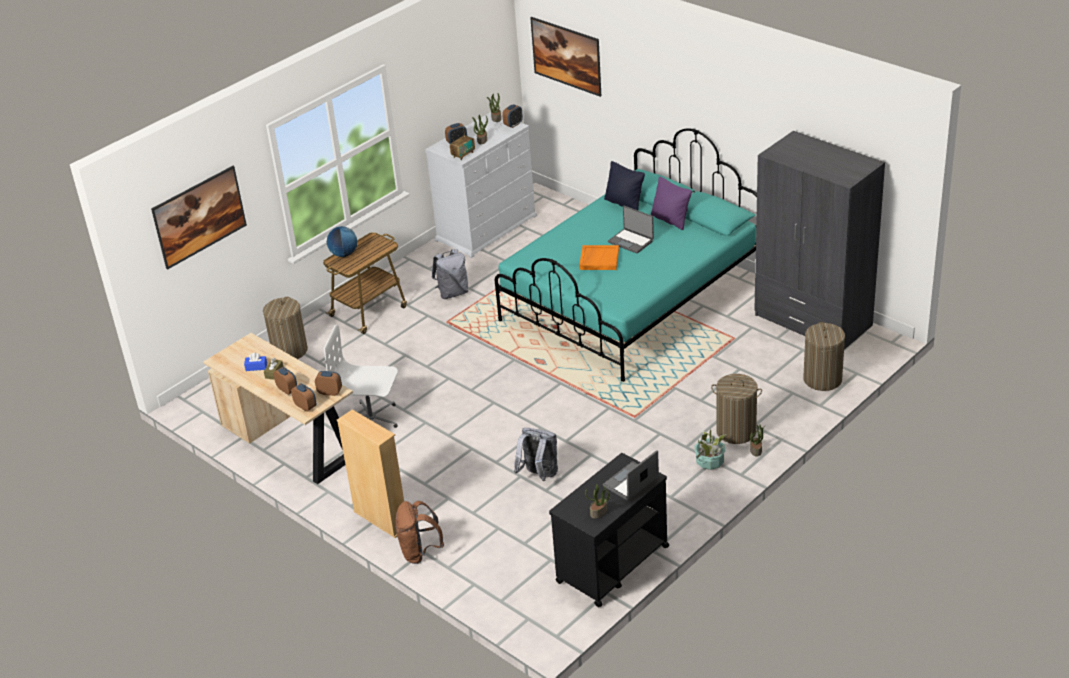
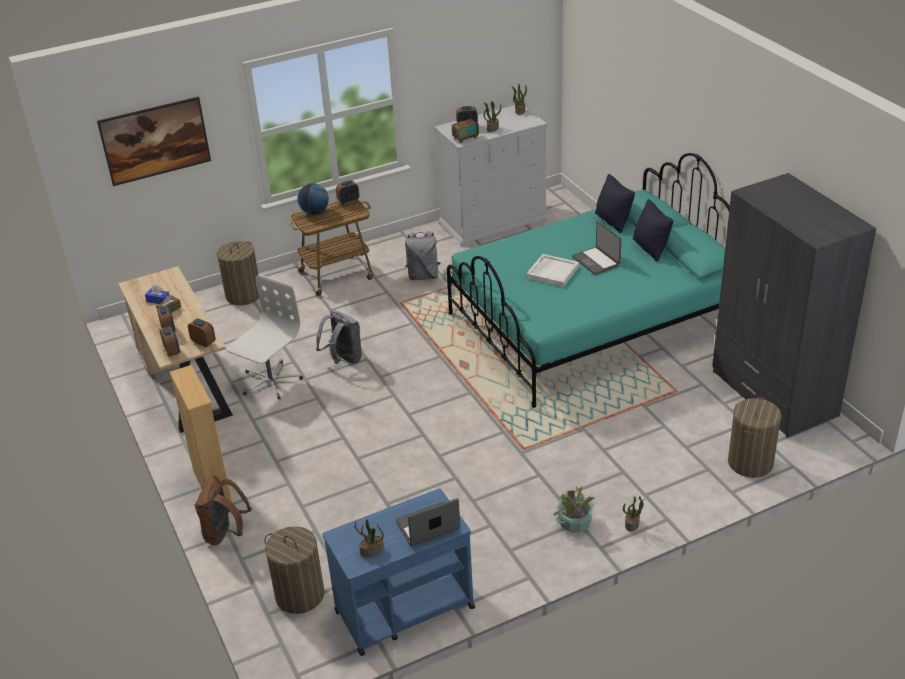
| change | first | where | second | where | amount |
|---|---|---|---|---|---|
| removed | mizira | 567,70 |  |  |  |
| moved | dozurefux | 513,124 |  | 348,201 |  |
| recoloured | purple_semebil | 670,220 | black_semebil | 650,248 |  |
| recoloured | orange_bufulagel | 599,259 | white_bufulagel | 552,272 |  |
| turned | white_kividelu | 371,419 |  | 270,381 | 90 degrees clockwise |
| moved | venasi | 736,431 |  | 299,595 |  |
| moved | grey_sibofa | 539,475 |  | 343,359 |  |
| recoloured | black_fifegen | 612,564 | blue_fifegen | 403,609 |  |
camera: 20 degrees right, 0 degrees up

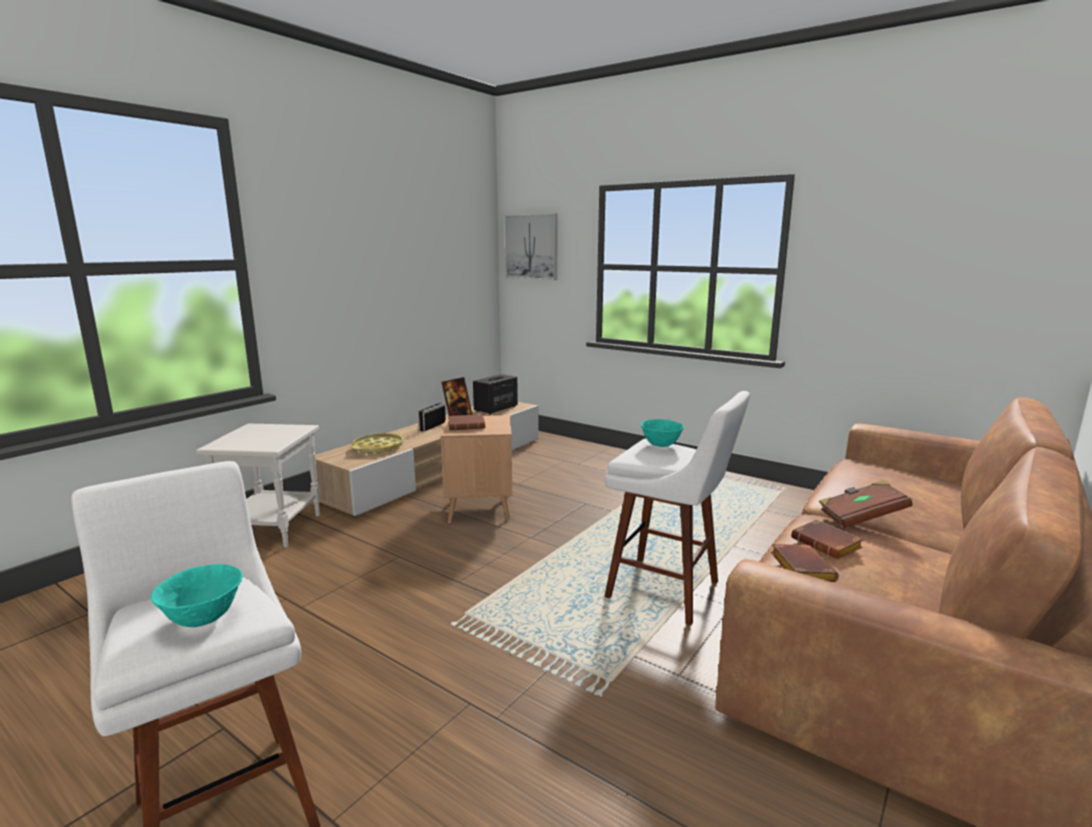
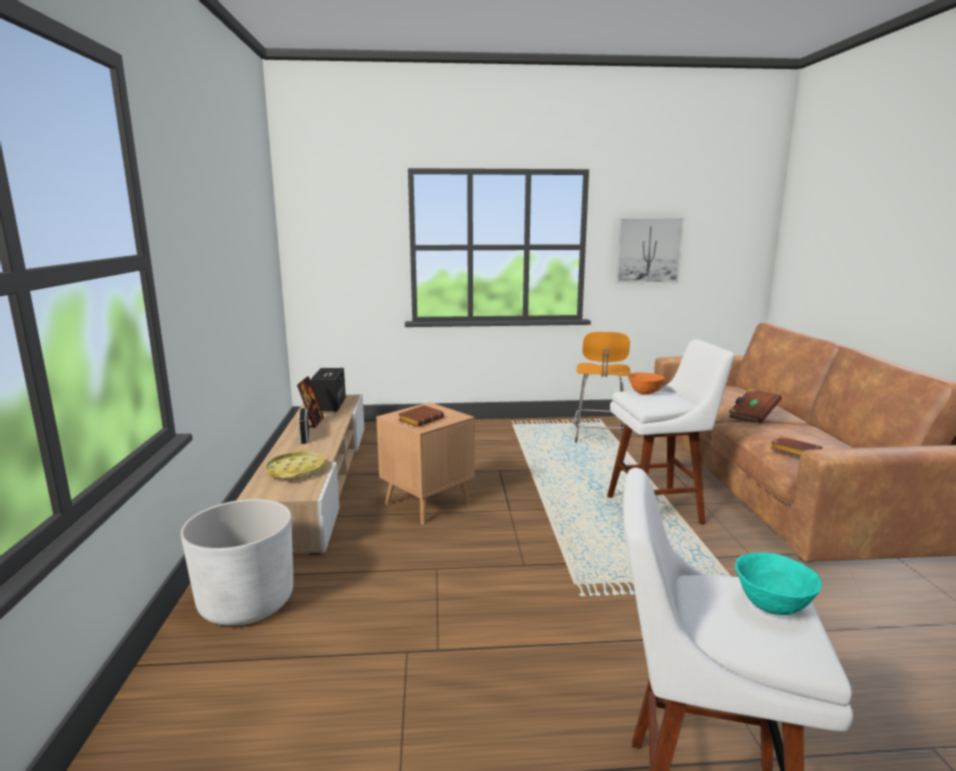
| change | first | where | second | where | amount |
|---|---|---|---|---|---|
| moved | mizira | 531,247 |  | 648,250 |  |
| recoloured | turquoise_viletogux | 661,445 | orange_viletogux | 644,393 |  |
| replaced | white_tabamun | 272,529 | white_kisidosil | 246,602 |  |
| removed | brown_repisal | 828,545 |  |  |  |
| added |  |  | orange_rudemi | 599,437 |  |
camera: 40 degrees left, 0 degrees up

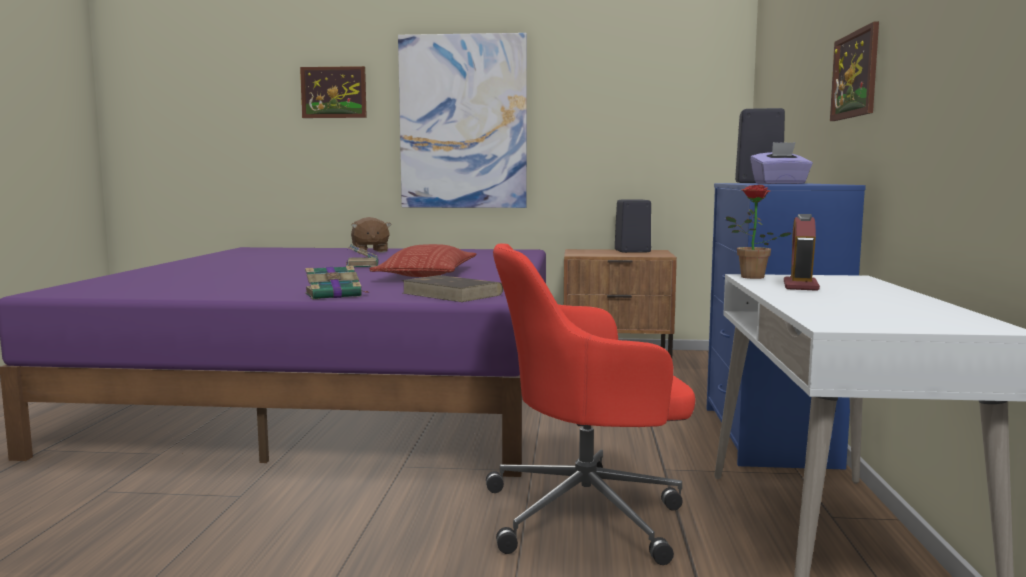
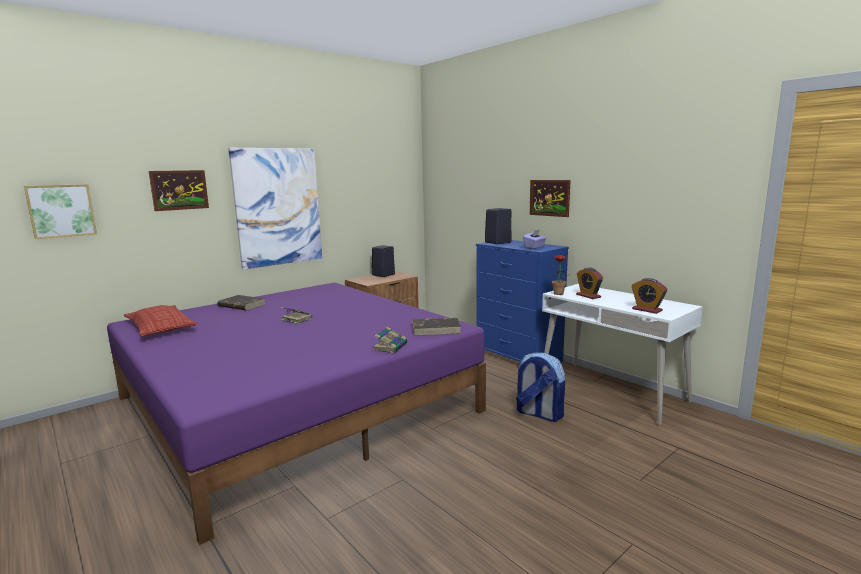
| change | first | where | second | where | amount |
|---|---|---|---|---|---|
| replaced | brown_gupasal | 370,251 | brown_repisal | 241,305 |  |
| moved | semebil | 427,274 |  | 160,327 |  |
| replaced | red_kividelu | 588,514 | sibofa | 538,414 |  |
| added |  |  | mizira | 61,210 |  |
| added |  |  | dozurefux | 647,310 |  |
camera: 45 degrees left, 5 degrees up

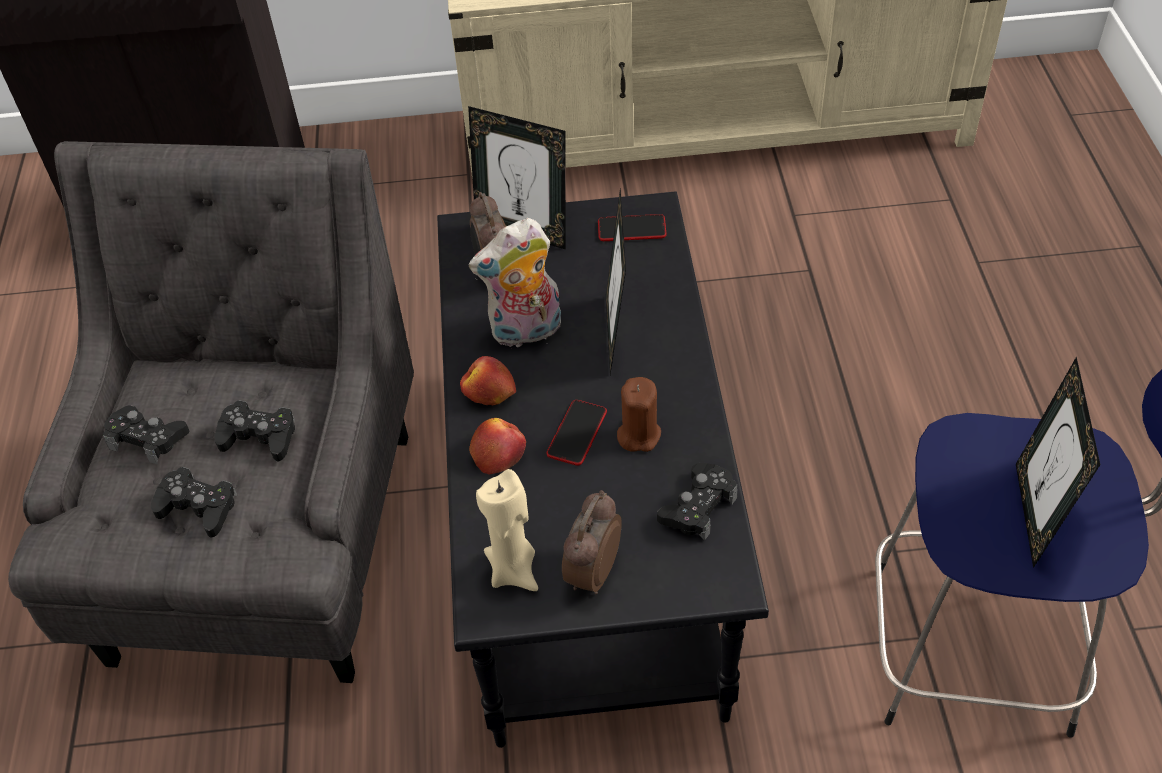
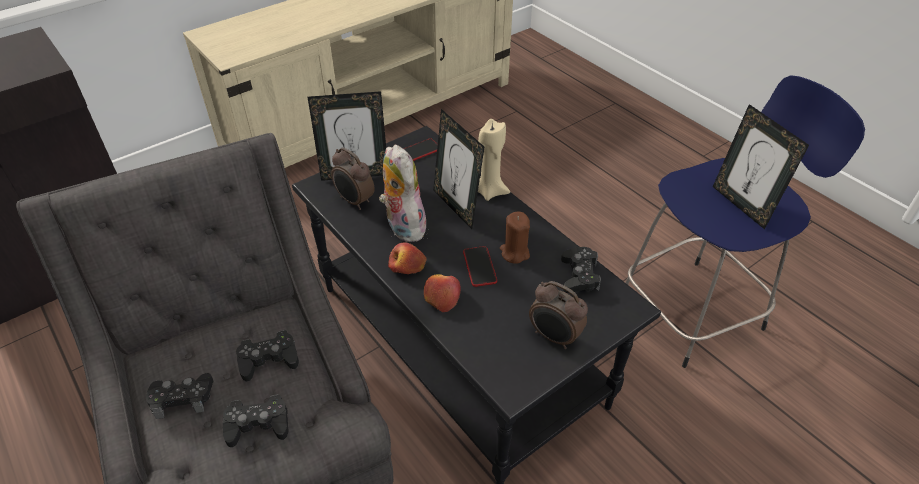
| change | first | where | second | where | amount |
|---|---|---|---|---|---|
| turned | gupasal | 526,332 |  | 402,226 | 120 degrees clockwise |
| moved | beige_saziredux | 514,570 |  | 489,191 |  |
| turned | dozurefux | 592,573 |  | 554,337 | 45 degrees counterclockwise |
camera: 35 degrees left, 5 degrees down

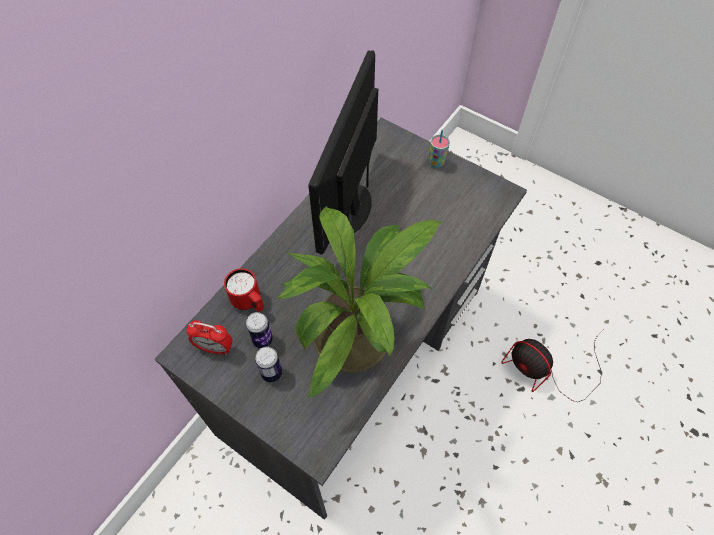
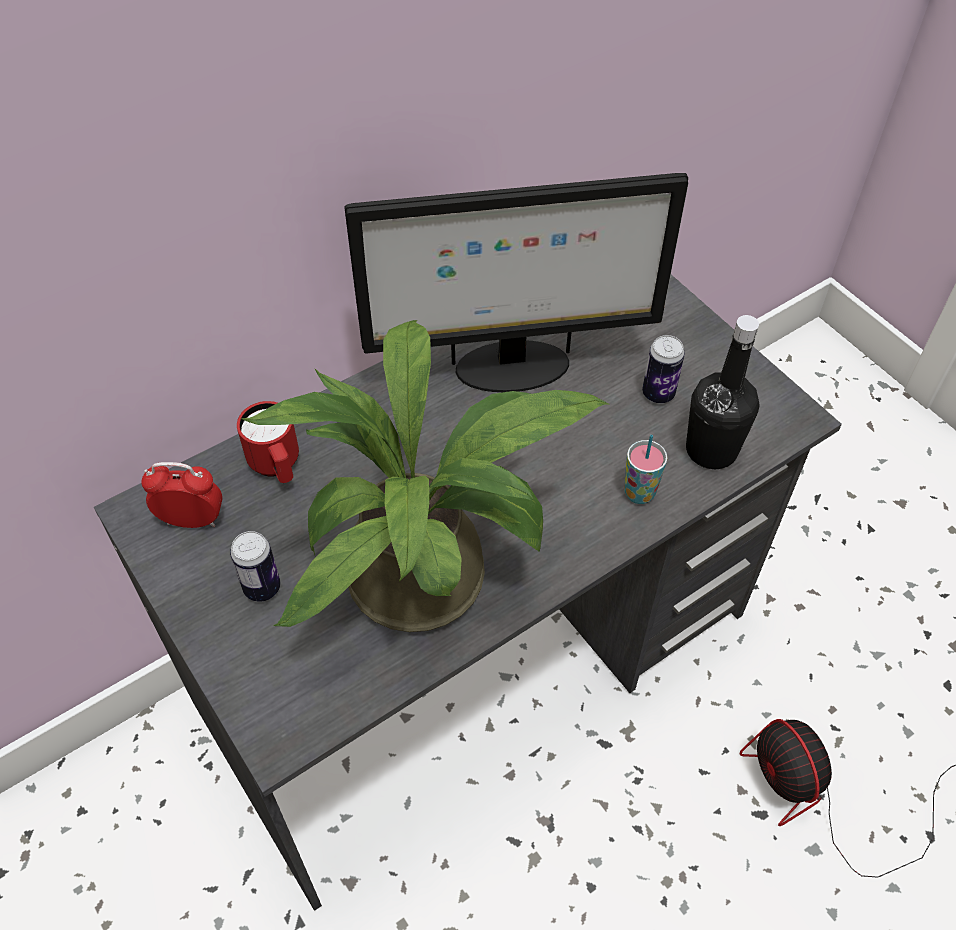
| change | first | where | second | where | amount |
|---|---|---|---|---|---|
| turned | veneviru | 351,208 |  | 510,368 | 135 degrees counterclockwise |
| moved | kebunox | 436,163 |  | 639,493 |  |
| moved | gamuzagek | 262,340 |  | 658,393 |  |
| turned | dozurefux | 215,348 |  | 192,520 | 150 degrees clockwise |
| added |  |  | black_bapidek | 711,450 |  |
camera: 20 degrees right, 5 degrees down

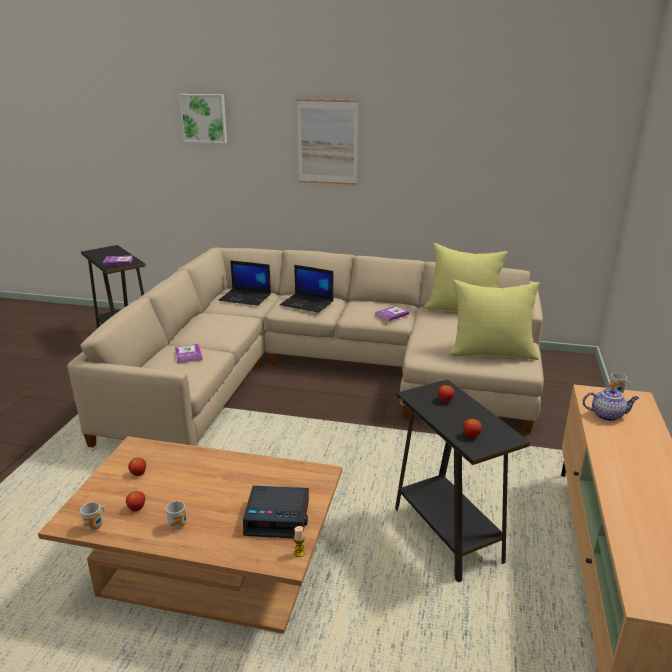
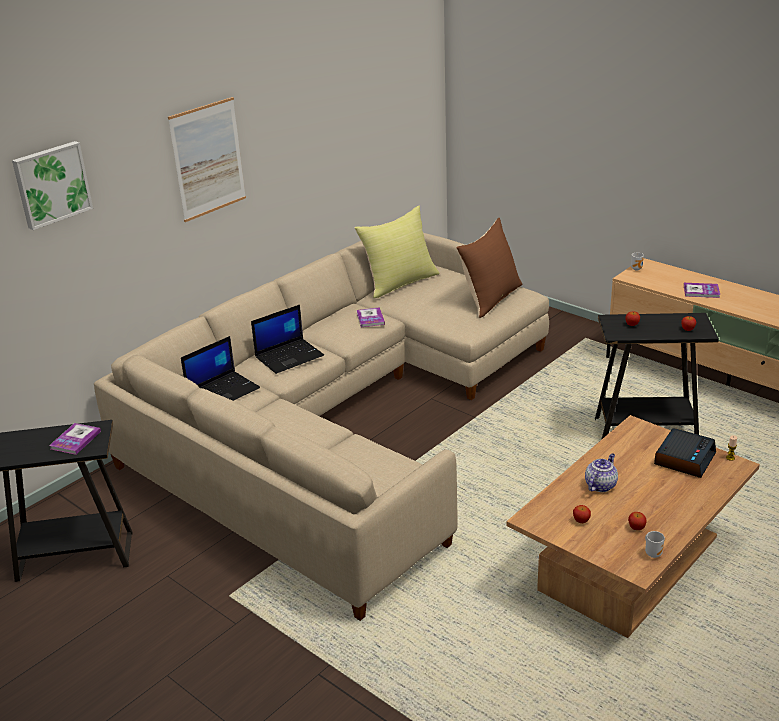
| change | first | where | second | where | amount |
|---|---|---|---|---|---|
| recoloured | yellow_semebil | 491,352 | brown_semebil | 491,299 |  |
| moved | repisal | 188,354 |  | 701,291 |  |
| moved | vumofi | 607,415 |  | 600,485 |  |
| removed | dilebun | 179,525 |  |  |  |
camera: 60 degrees left, 5 degrees up

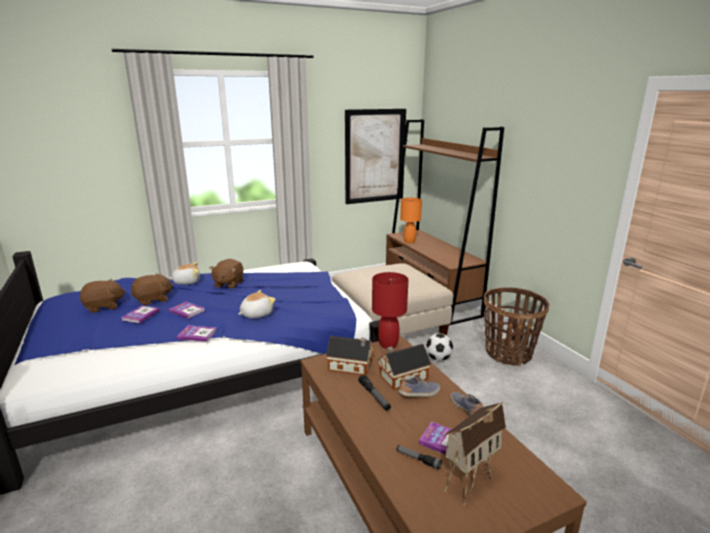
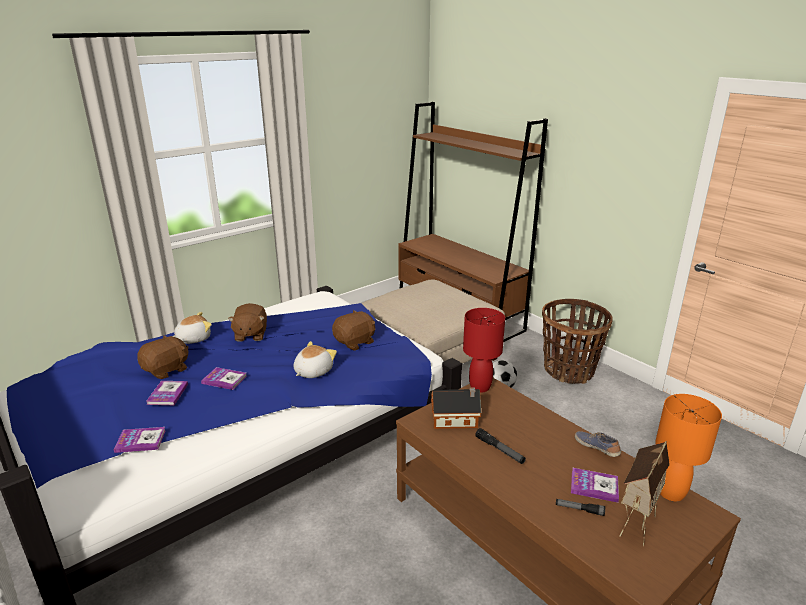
| change | first | where | second | where | amount |
|---|---|---|---|---|---|
| removed | mizira | 375,156 |  |  |  |
| moved | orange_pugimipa | 409,242 |  | 670,492 |  |
| moved | brown_gupasal | 104,306 |  | 355,342 |  |
| moved | repisal | 197,334 |  | 140,441 |  |
| removed | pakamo | 401,377 |  |  |  |
| removed | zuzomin | 419,394 |  |  |  |
camera: 15 degrees left, 5 degrees up

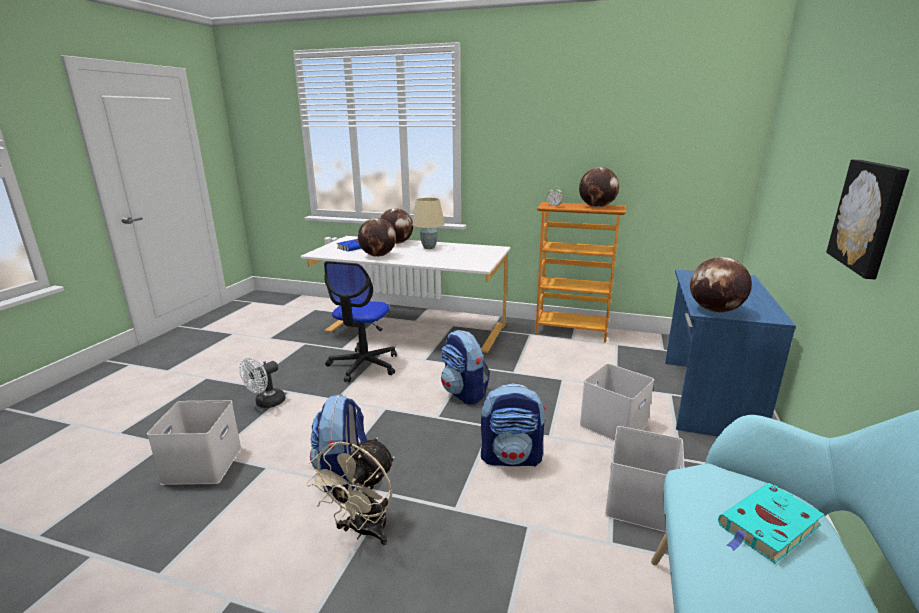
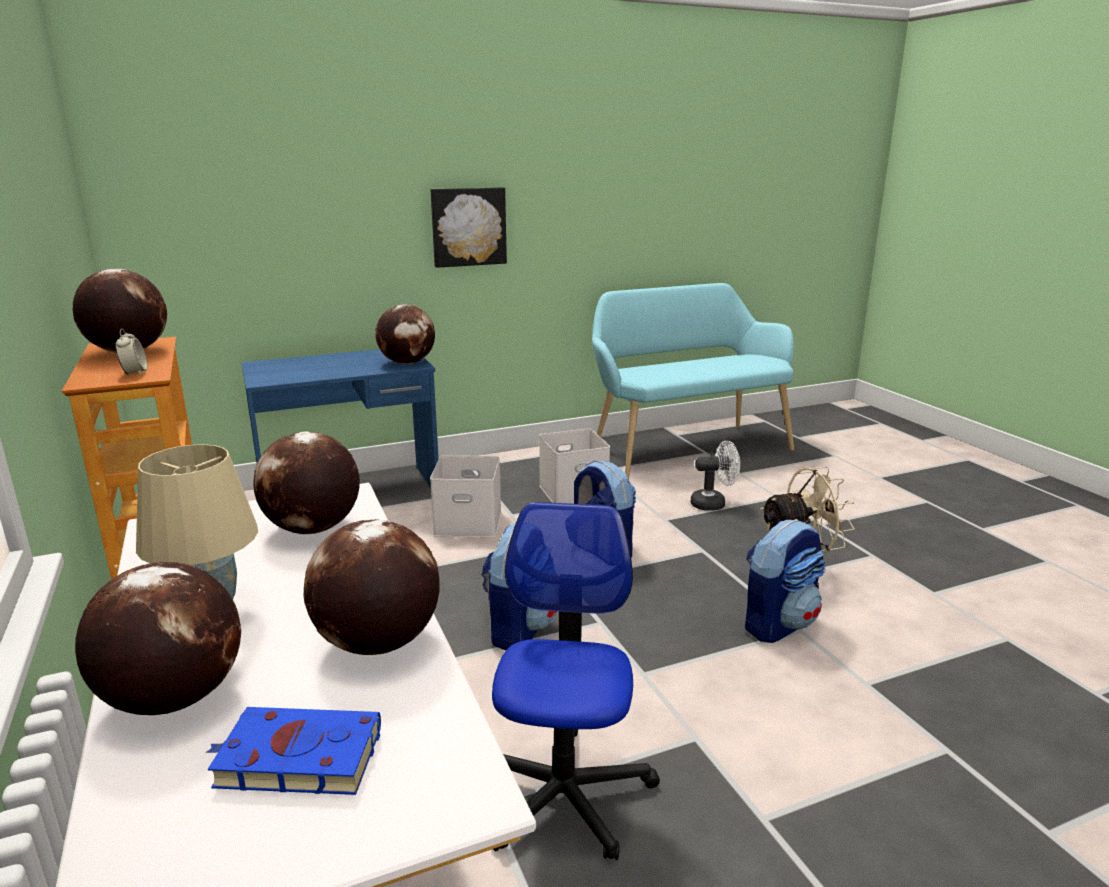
| change | first | where | second | where | amount |
|---|---|---|---|---|---|
| turned | kividelu | 363,365 |  | 563,794 | 60 degrees counterclockwise |
| moved | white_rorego | 266,403 |  | 713,503 |  |
| removed | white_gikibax | 202,464 |  |  |  |
| removed | turquoise_repisal | 767,527 |  |  |  |
| added |  |  | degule | 312,529 |  |
camera: 130 degrees left, 0 degrees up

